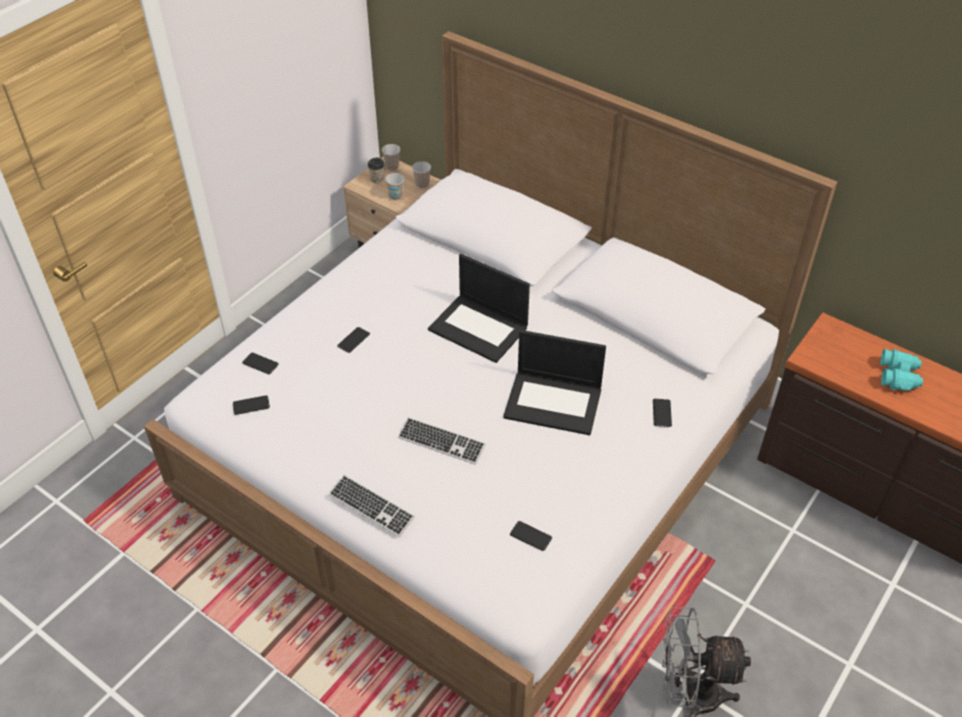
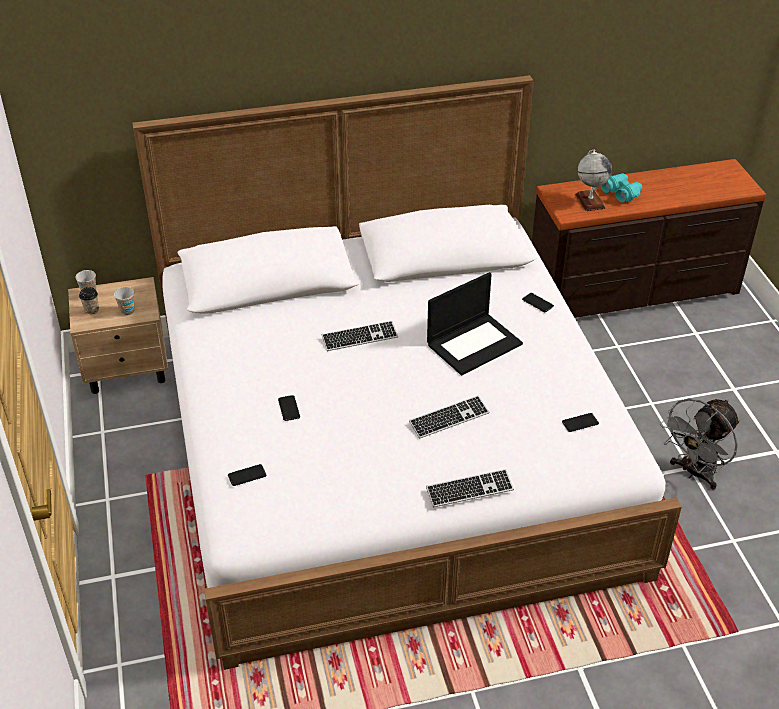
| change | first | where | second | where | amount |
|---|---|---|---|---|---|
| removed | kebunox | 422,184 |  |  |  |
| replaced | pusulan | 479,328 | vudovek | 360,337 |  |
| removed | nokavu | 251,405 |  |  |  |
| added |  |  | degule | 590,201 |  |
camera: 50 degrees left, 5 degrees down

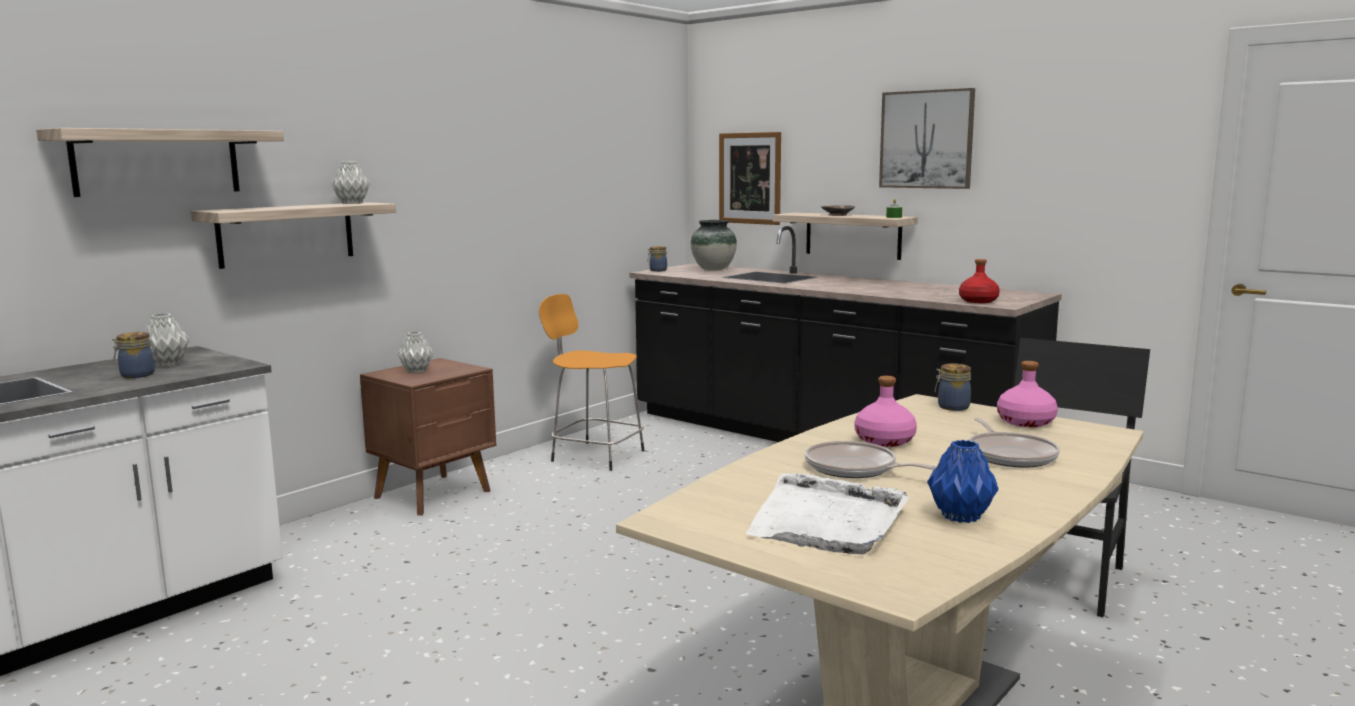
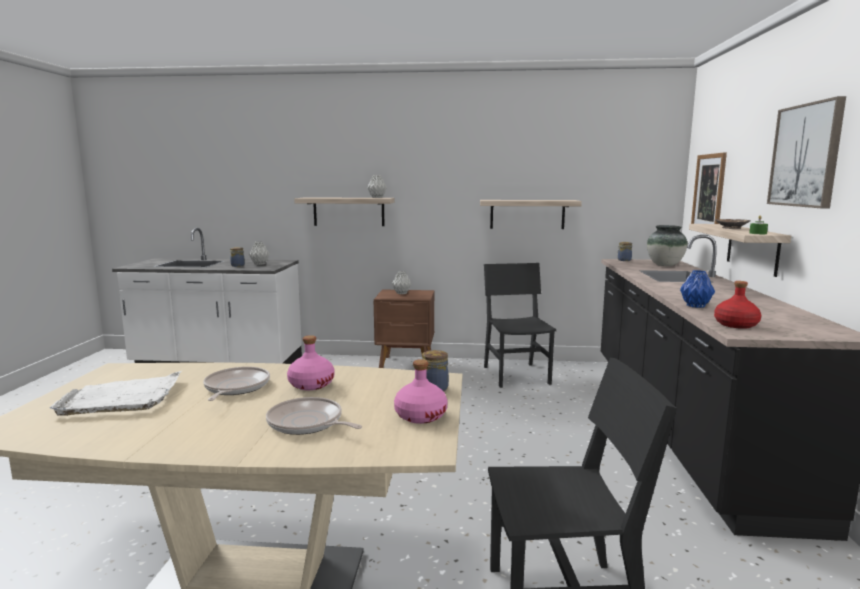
| change | first | where | second | where | amount |
|---|---|---|---|---|---|
| moved | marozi | 157,162 |  | 527,214 |  |
| replaced | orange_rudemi | 595,455 | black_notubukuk | 516,375 |  |
| turned | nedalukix | 1010,455 |  | 307,423 | 75 degrees clockwise |
| moved | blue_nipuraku | 962,517 |  | 696,306 |  |
camera: 55 degrees right, 0 degrees up

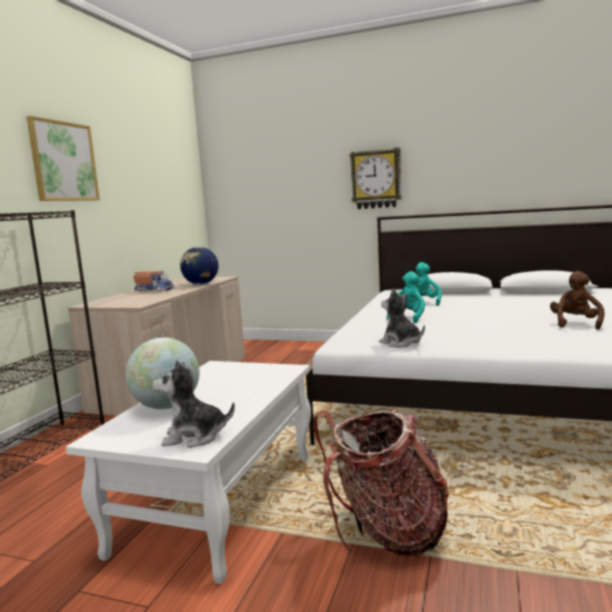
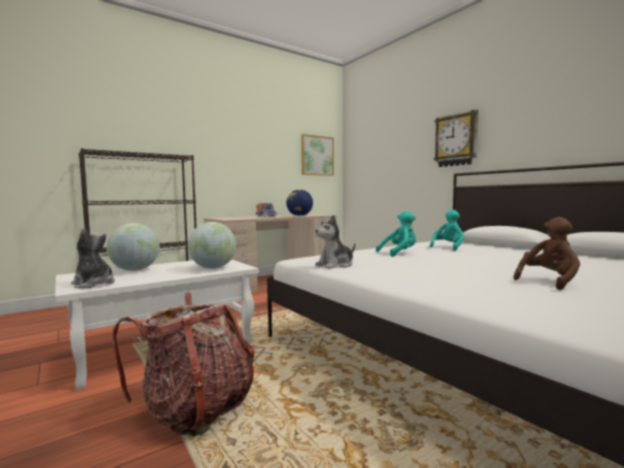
| change | first | where | second | where | amount |
|---|---|---|---|---|---|
| moved | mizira | 63,161 |  | 317,155 |  |
| turned | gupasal | 401,343 |  | 335,265 | 120 degrees counterclockwise |
| added |  |  | degule | 213,268 |  |
camera: 35 degrees right, 5 degrees down

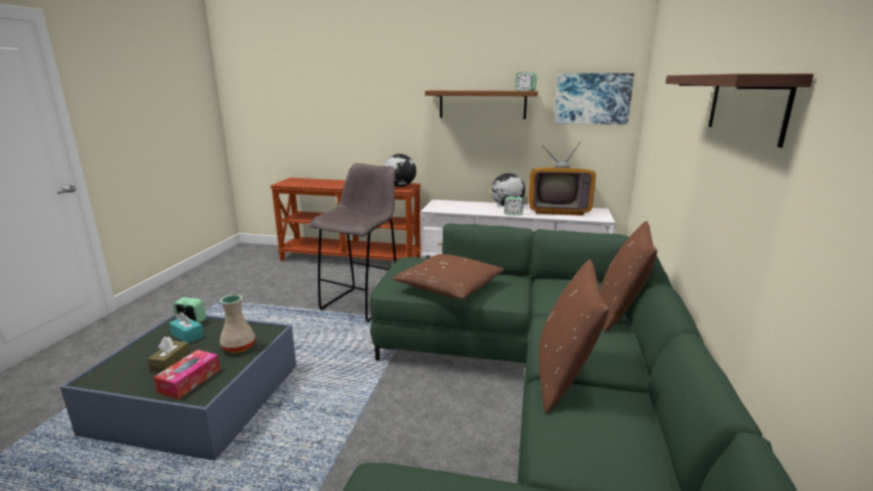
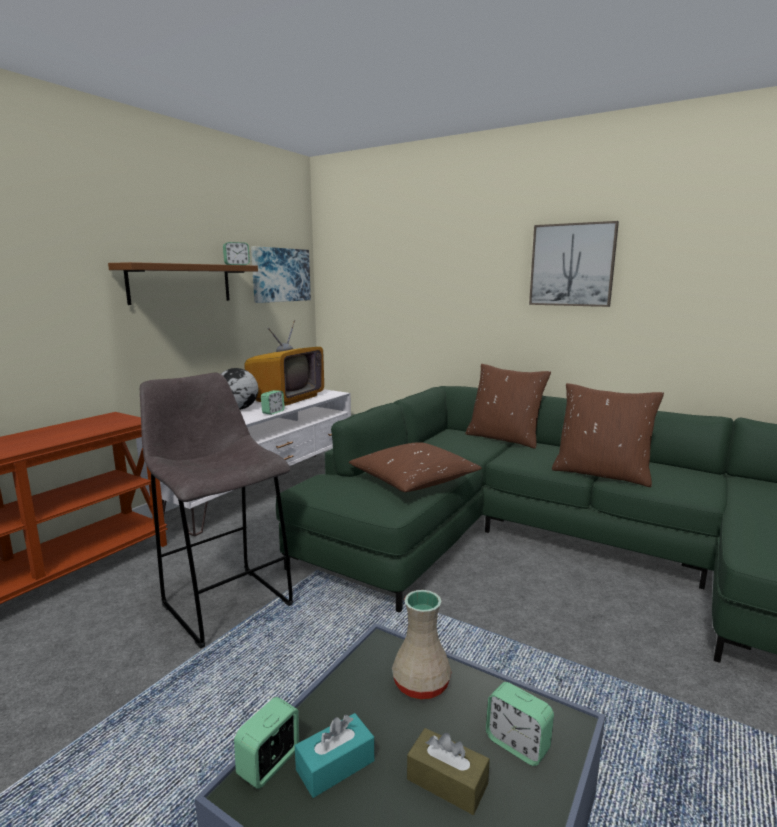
| change | first | where | second | where | amount |
|---|---|---|---|---|---|
| replaced | brown_marozi | 746,105 | mizira | 572,265 |  |
| removed | degule | 400,186 |  |  |  |
| replaced | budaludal | 189,380 | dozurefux | 517,744 |  |
camera: 70 degrees left, 5 degrees down

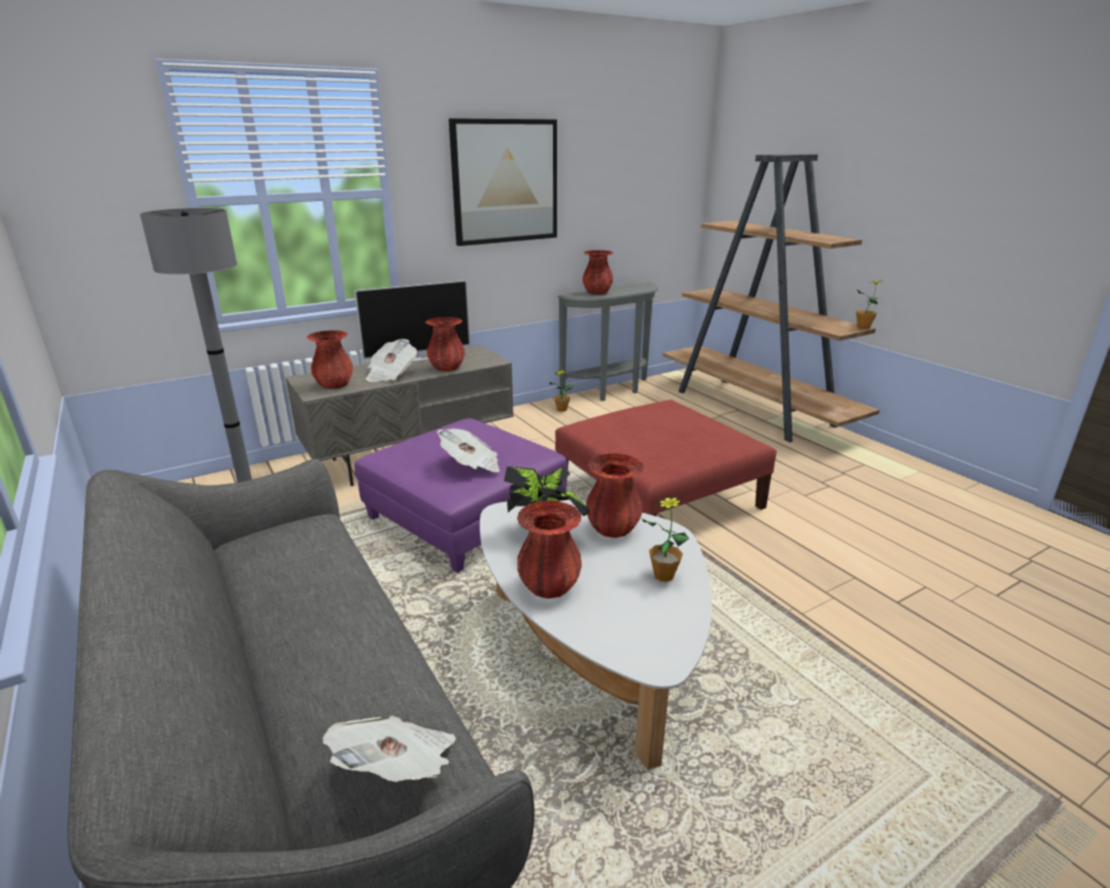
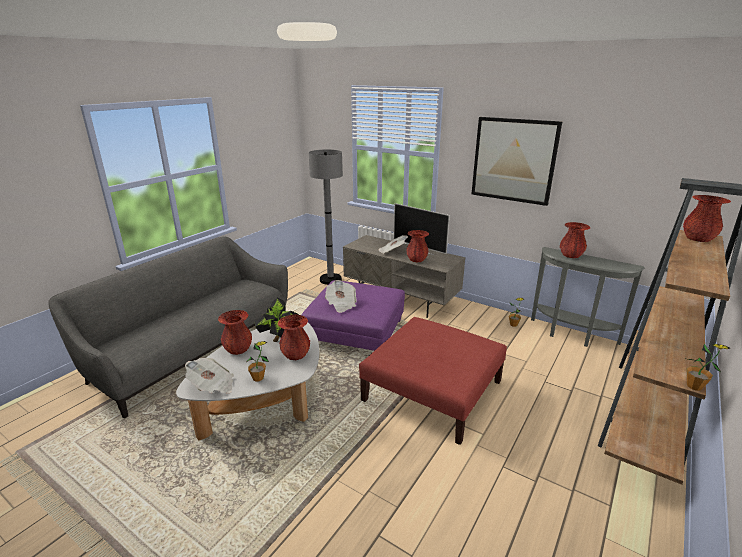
| change | first | where | second | where | amount |
|---|---|---|---|---|---|
| moved | red_nipuraku | 334,385 |  | 698,239 |  |
| moved | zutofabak | 398,769 |  | 212,386 |  |
camera: 65 degrees right, 0 degrees up

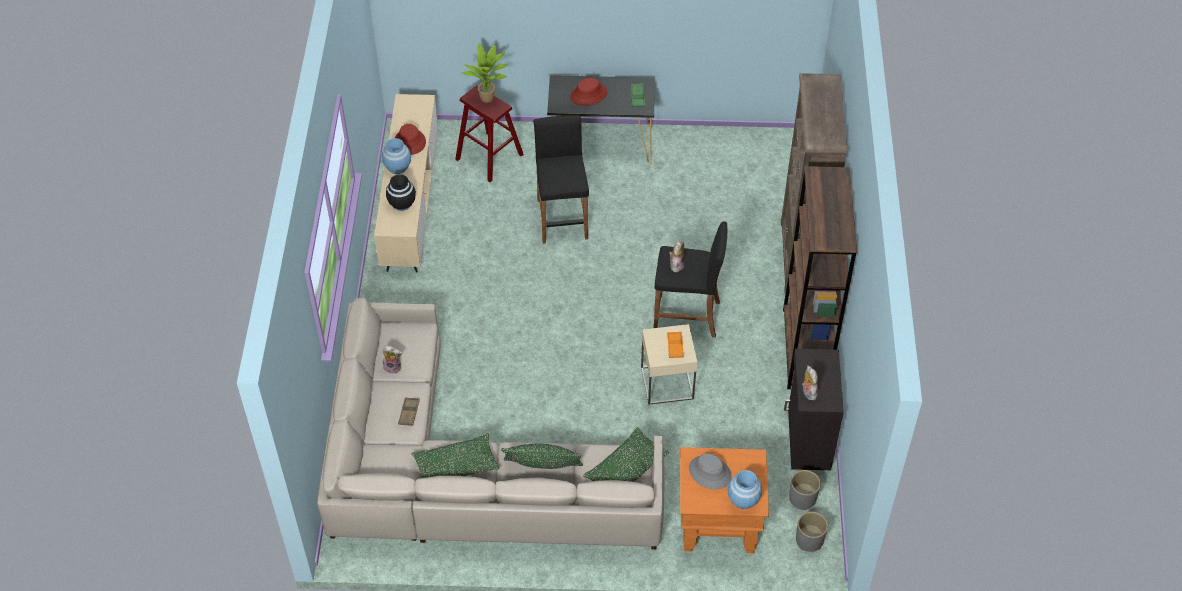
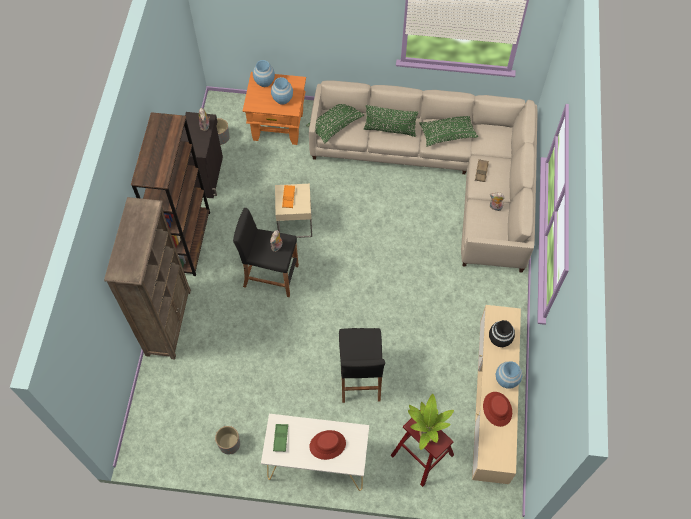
| change | first | where | second | where | amount |
|---|---|---|---|---|---|
| recoloured | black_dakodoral | 601,144 | white_dakodoral | 317,462 |  |
| replaced | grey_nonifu | 709,473 | blue_nipuraku | 282,99 |  |
| moved | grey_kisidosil | 809,540 |  | 229,444 |  |
camera: 175 degrees left, 10 degrees up

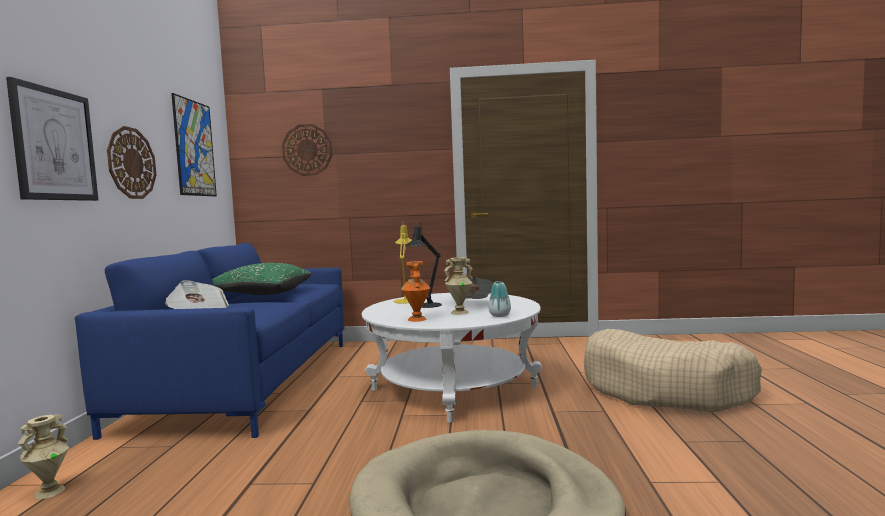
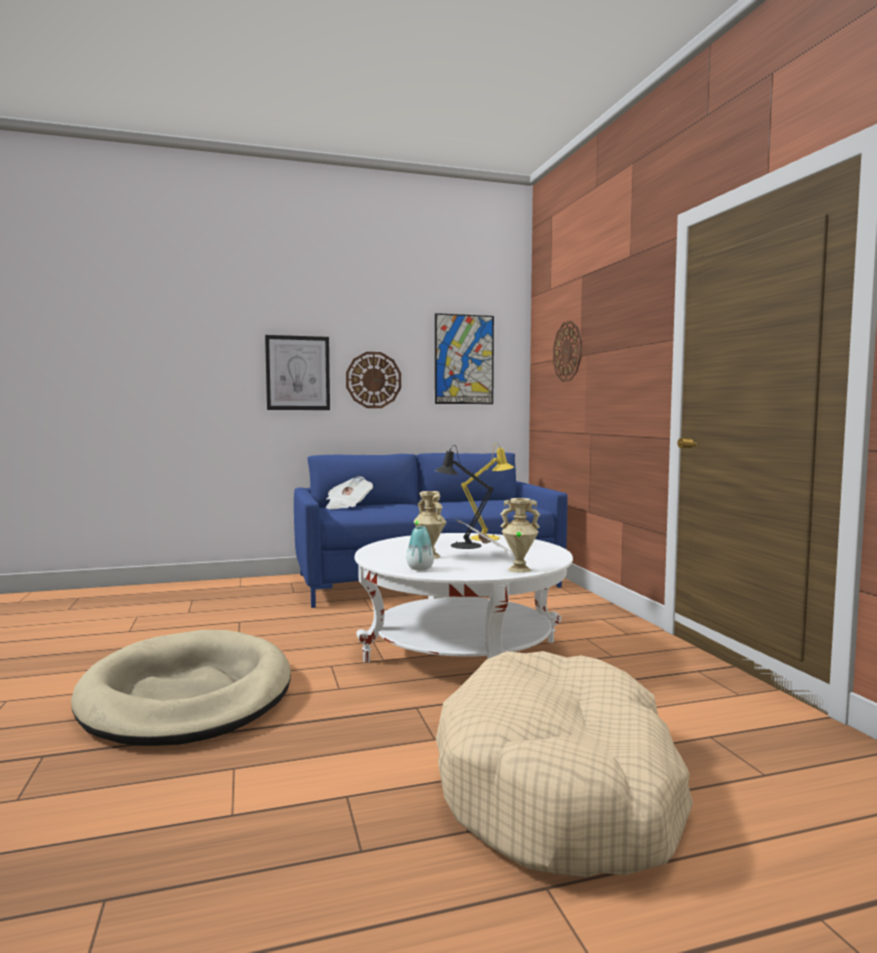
| change | first | where | second | where | amount |
|---|---|---|---|---|---|
| removed | orange_nipuraku | 417,319 |  |  |  |
| removed | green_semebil | 261,294 |  |  |  |
| moved | beige_nipuraku | 49,491 |  | 519,569 |  |
camera: 70 degrees right, 0 degrees up

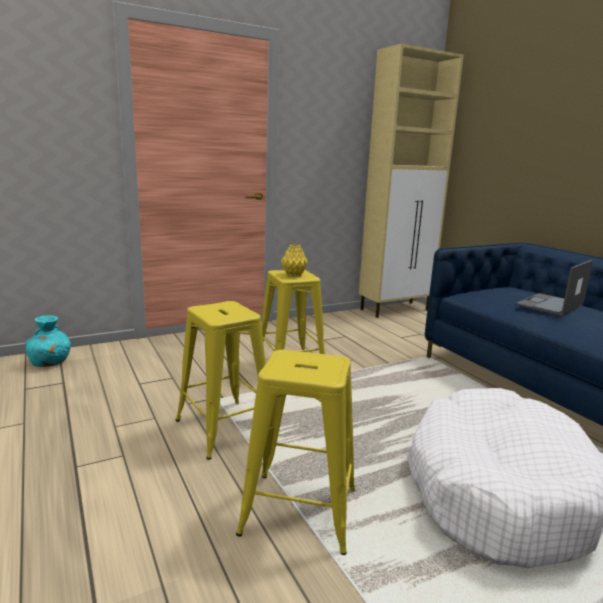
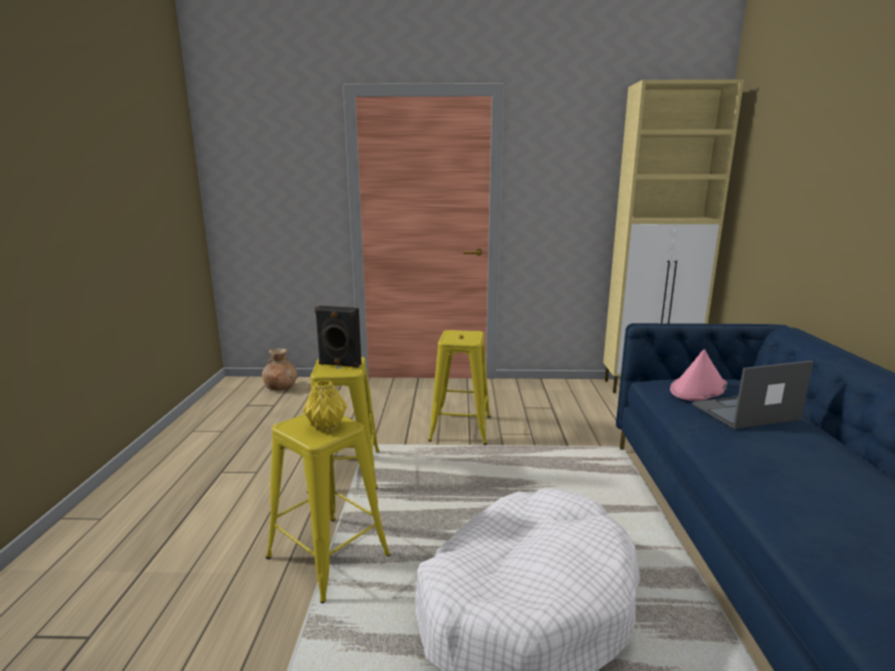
| change | first | where | second | where | amount |
|---|---|---|---|---|---|
| moved | yellow_nipuraku | 294,275 |  | 326,428 |  |
| recoloured | turquoise_nipuraku | 50,363 | brown_nipuraku | 281,387 |  |
| added |  |  | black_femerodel | 339,364 |  |
| added |  |  | pink_nonifu | 698,389 |  |
camera: 30 degrees right, 0 degrees up

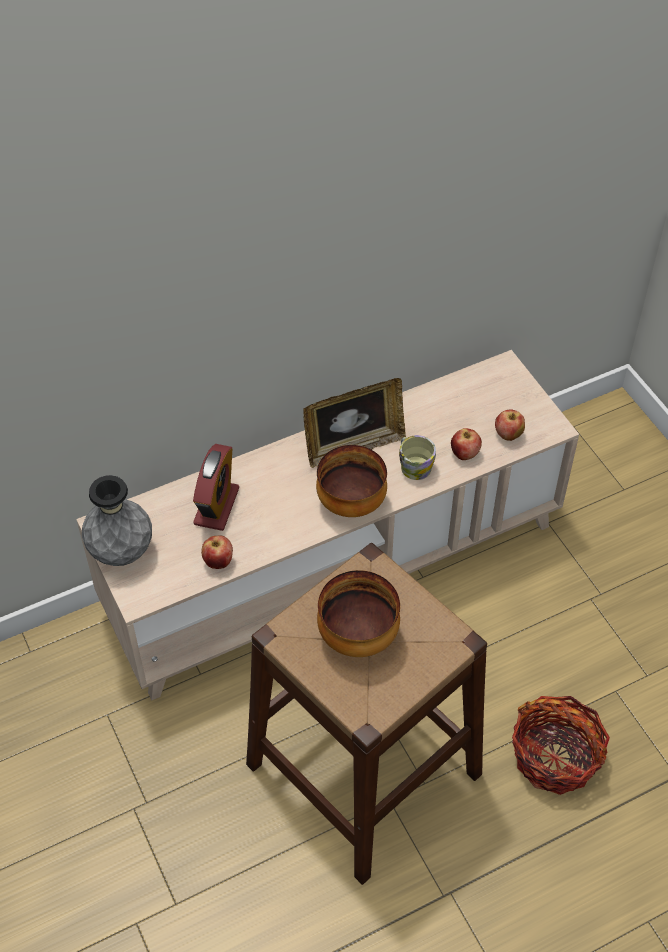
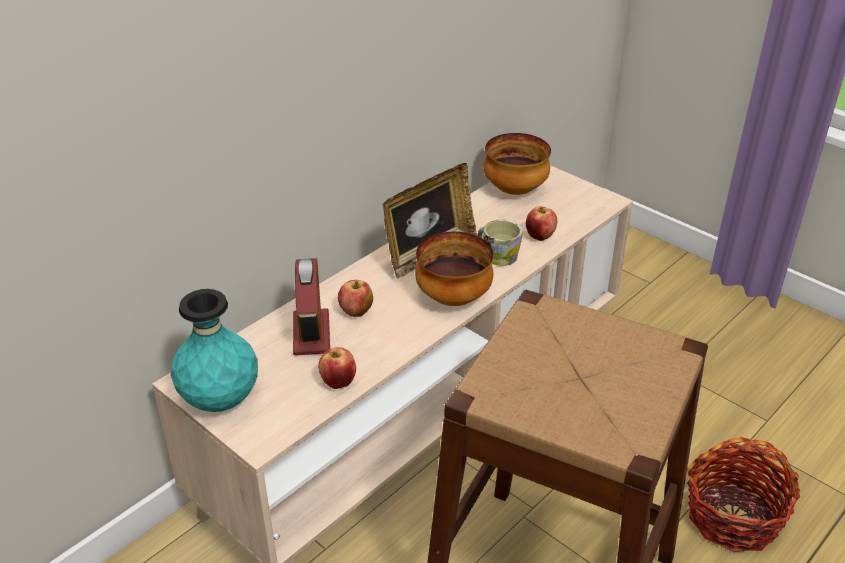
| change | first | where | second | where | amount |
|---|---|---|---|---|---|
| moved | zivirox | 508,435 |  | 356,312 |  |
| recoloured | grey_nipuraku | 121,552 | turquoise_nipuraku | 220,401 |  |
| moved | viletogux | 358,637 |  | 515,190 |  |
camera: 20 degrees left, 15 degrees down

